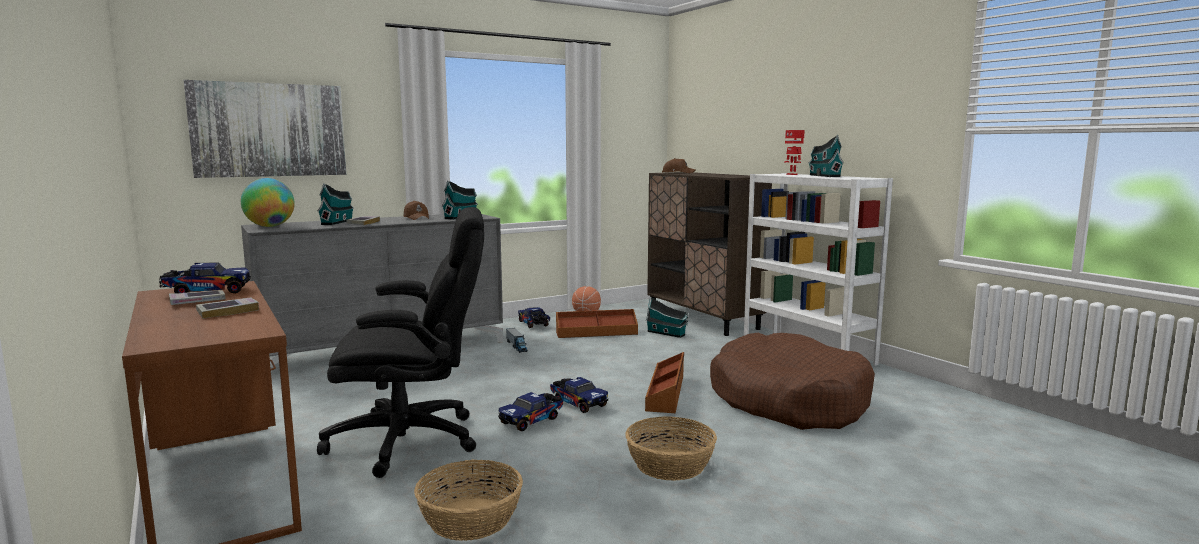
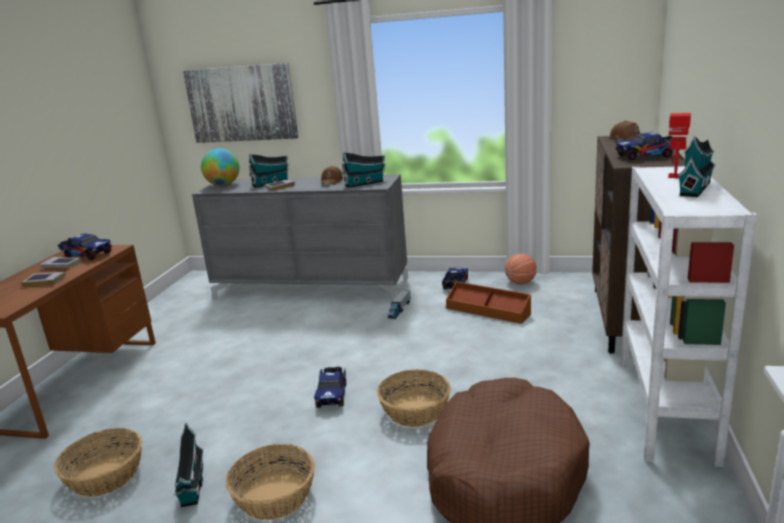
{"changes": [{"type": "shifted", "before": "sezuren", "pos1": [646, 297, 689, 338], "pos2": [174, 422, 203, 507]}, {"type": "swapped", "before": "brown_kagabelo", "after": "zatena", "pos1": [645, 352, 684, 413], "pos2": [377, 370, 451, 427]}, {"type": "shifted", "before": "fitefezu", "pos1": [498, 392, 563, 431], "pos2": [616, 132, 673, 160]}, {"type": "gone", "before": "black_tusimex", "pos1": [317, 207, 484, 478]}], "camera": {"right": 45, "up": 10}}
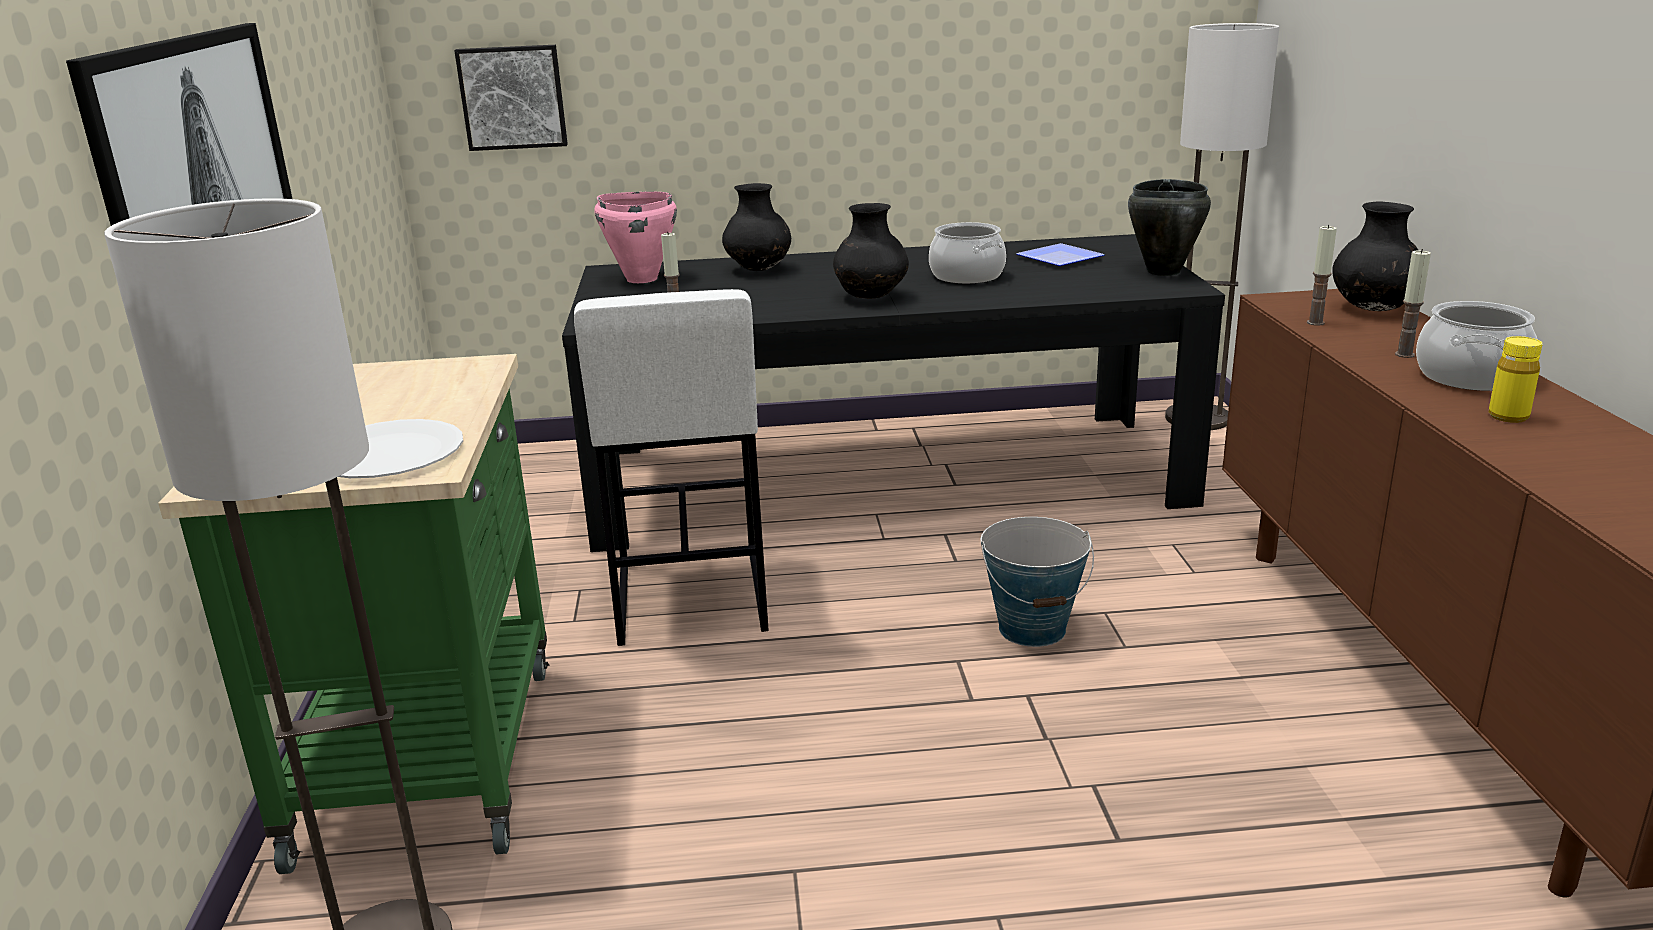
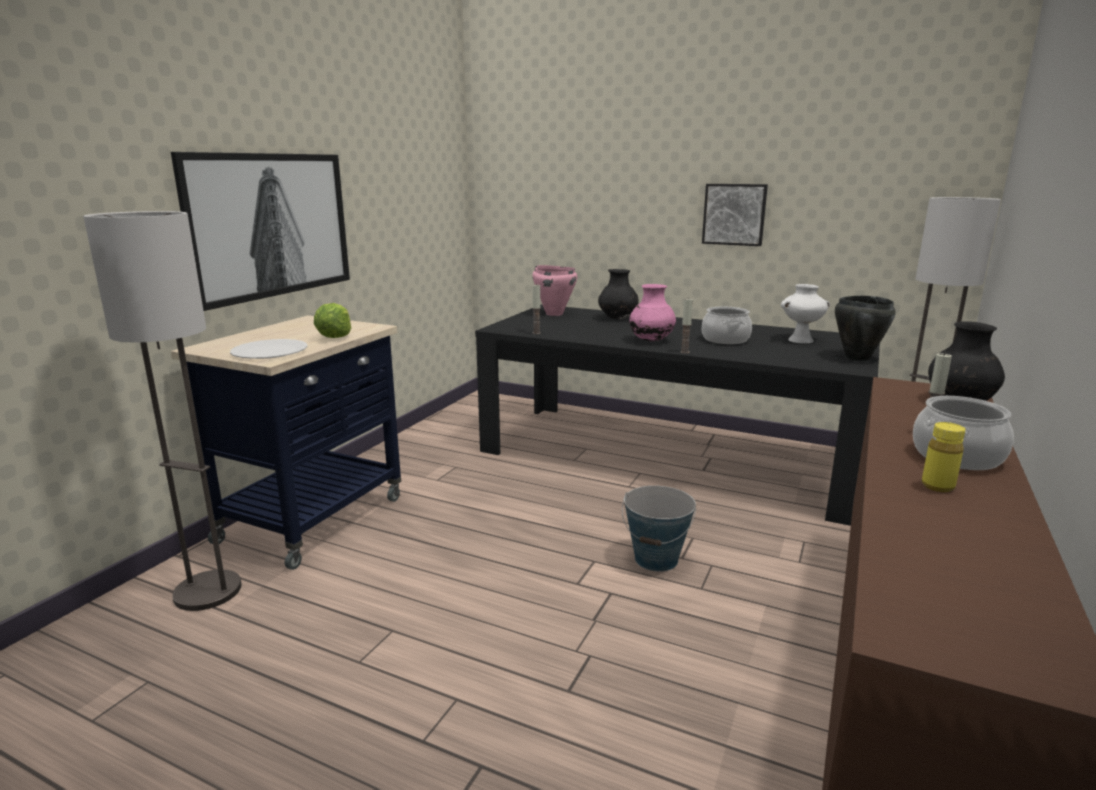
{"changes": [{"type": "repainted", "before": "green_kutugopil", "after": "blue_kutugopil", "pos1": [158, 354, 550, 874], "pos2": [171, 315, 401, 570]}, {"type": "new", "after": "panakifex", "pos2": [314, 303, 351, 338]}, {"type": "repainted", "before": "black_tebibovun", "after": "pink_tebibovun", "pos1": [833, 203, 909, 299], "pos2": [629, 284, 676, 341]}, {"type": "shifted", "before": "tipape", "pos1": [1307, 225, 1337, 326], "pos2": [680, 297, 693, 354]}, {"type": "shifted", "before": "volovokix", "pos1": [454, 45, 568, 151], "pos2": [702, 184, 768, 246]}, {"type": "swapped", "before": "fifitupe", "after": "white_tebibovun", "pos1": [1016, 243, 1105, 266], "pos2": [781, 284, 830, 343]}, {"type": "gone", "before": "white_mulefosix", "pos1": [574, 289, 769, 646]}], "camera": {"right": 30, "up": -5}}
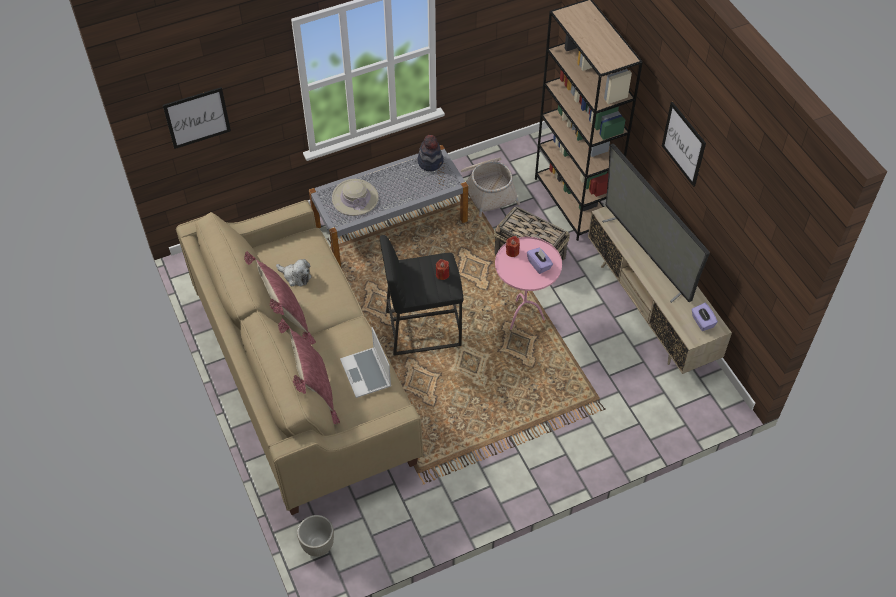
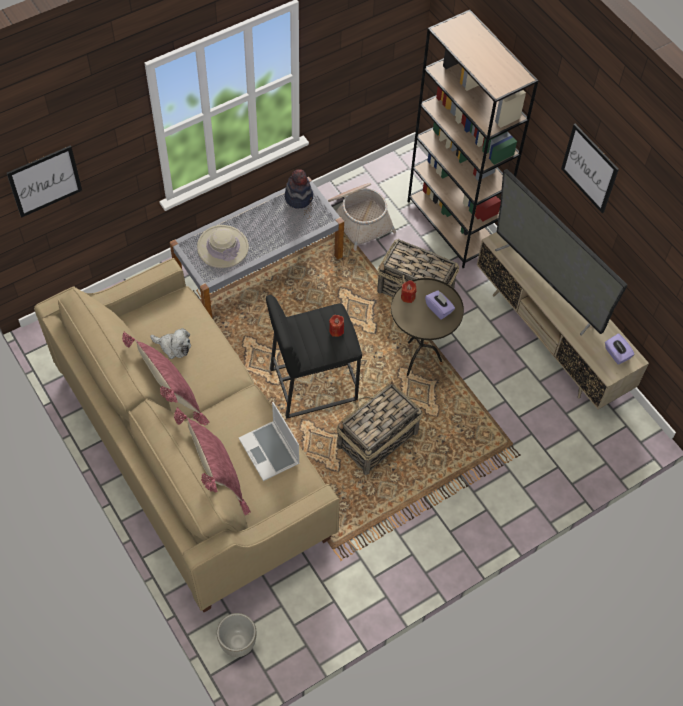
{"changes": [{"type": "new", "after": "zatena", "pos2": [337, 381, 423, 475]}, {"type": "repainted", "before": "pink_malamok", "after": "brown_malamok", "pos1": [495, 237, 562, 330], "pos2": [391, 278, 464, 376]}], "camera": {"right": -10, "up": 5}}
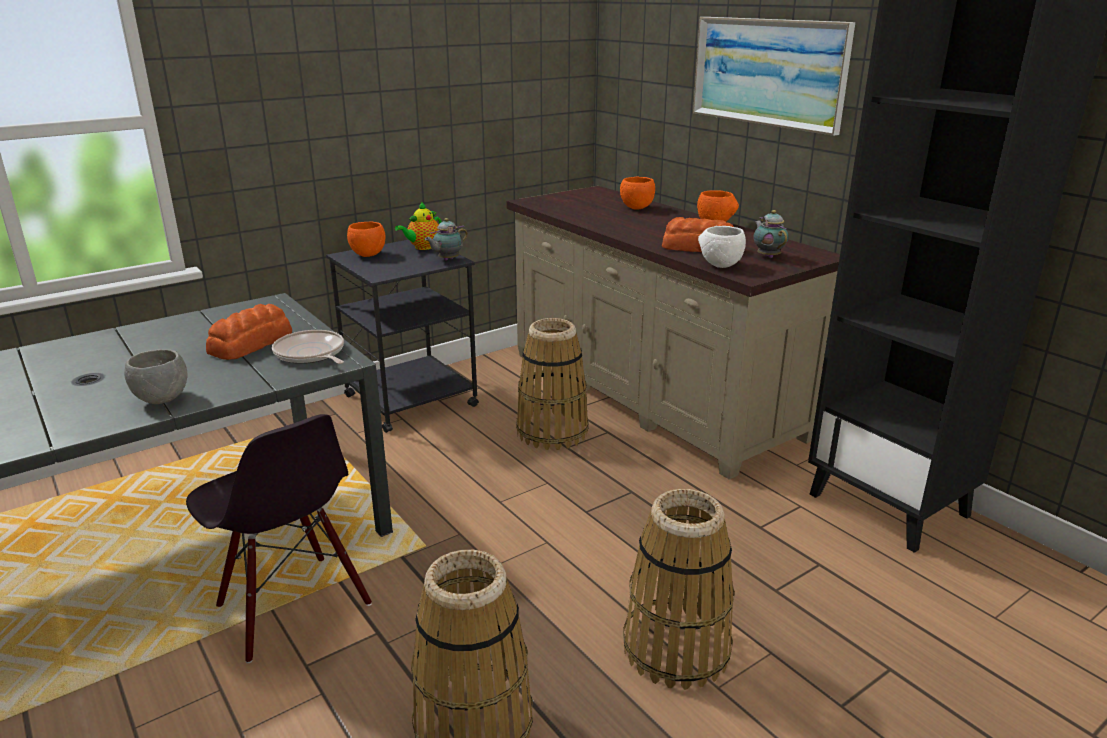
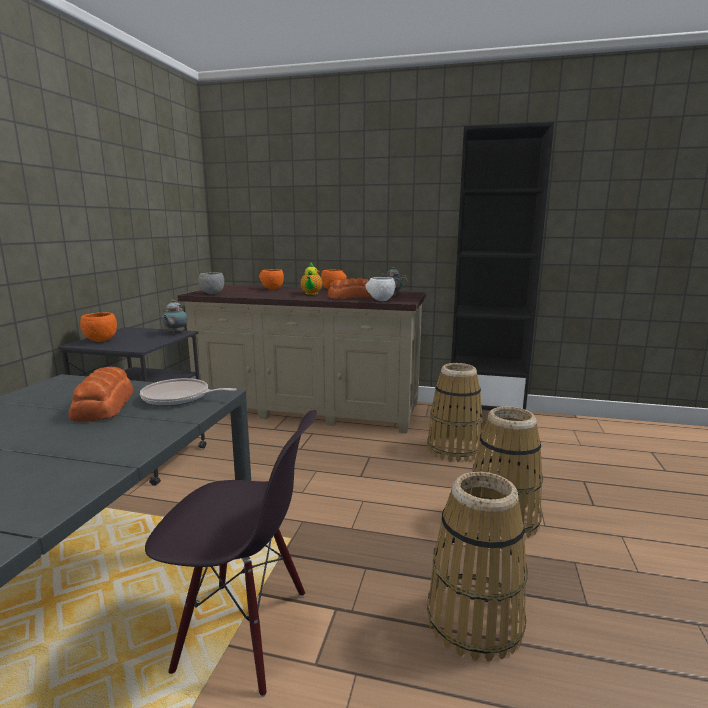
{"changes": [{"type": "shifted", "before": "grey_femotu", "pos1": [124, 349, 187, 404], "pos2": [198, 272, 224, 294]}, {"type": "shifted", "before": "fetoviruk", "pos1": [395, 202, 442, 250], "pos2": [301, 263, 322, 295]}, {"type": "shifted", "before": "zatena", "pos1": [516, 318, 589, 450], "pos2": [427, 363, 483, 462]}, {"type": "gone", "before": "volovokix", "pos1": [693, 17, 855, 136]}], "camera": {"right": -40, "up": -10}}
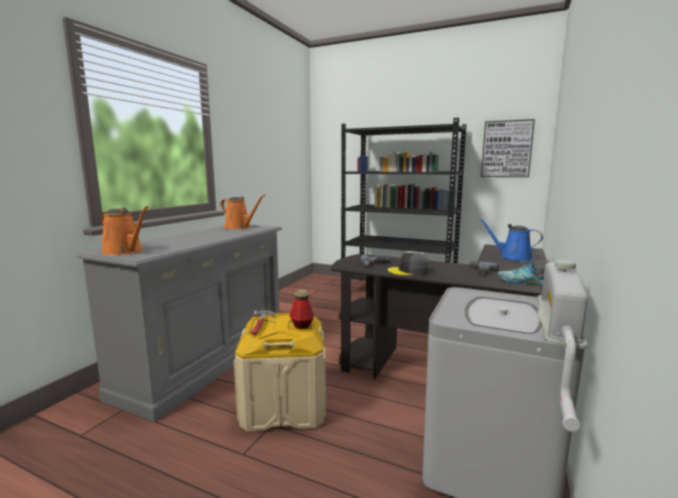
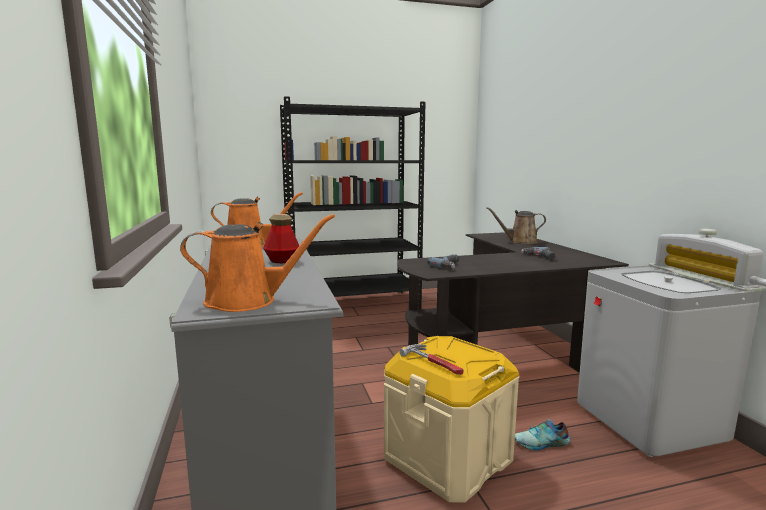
{"changes": [{"type": "shifted", "before": "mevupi", "pos1": [289, 289, 314, 329], "pos2": [263, 214, 299, 263]}, {"type": "repainted", "before": "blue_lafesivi", "after": "brown_lafesivi", "pos1": [479, 219, 543, 261], "pos2": [486, 207, 546, 244]}, {"type": "shifted", "before": "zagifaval", "pos1": [498, 262, 545, 286], "pos2": [515, 419, 570, 451]}, {"type": "gone", "before": "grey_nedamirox", "pos1": [387, 252, 430, 275]}, {"type": "gone", "before": "volovokix", "pos1": [481, 119, 535, 177]}], "camera": {"right": -40, "up": 0}}
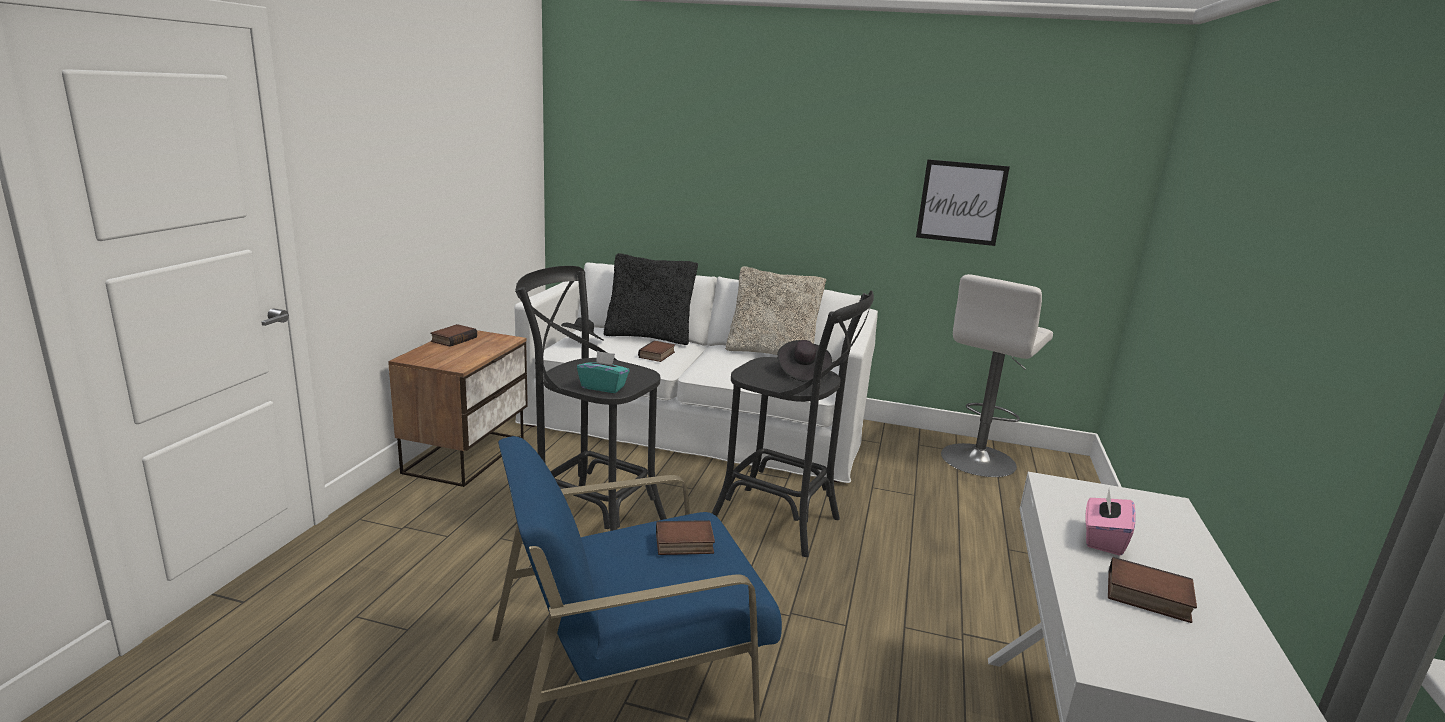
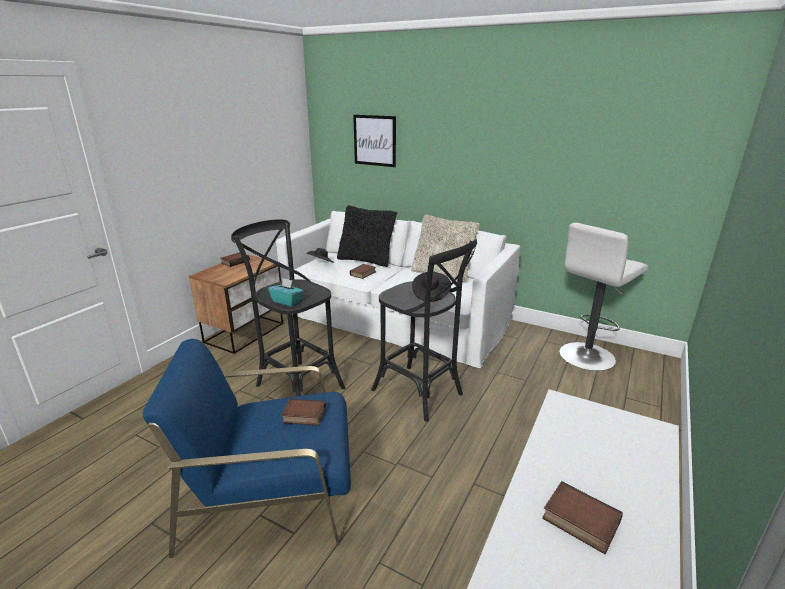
{"changes": [{"type": "shifted", "before": "volovokix", "pos1": [916, 159, 1010, 246], "pos2": [353, 115, 396, 167]}, {"type": "gone", "before": "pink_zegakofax", "pos1": [1085, 489, 1136, 556]}], "camera": {"right": 15, "up": 5}}
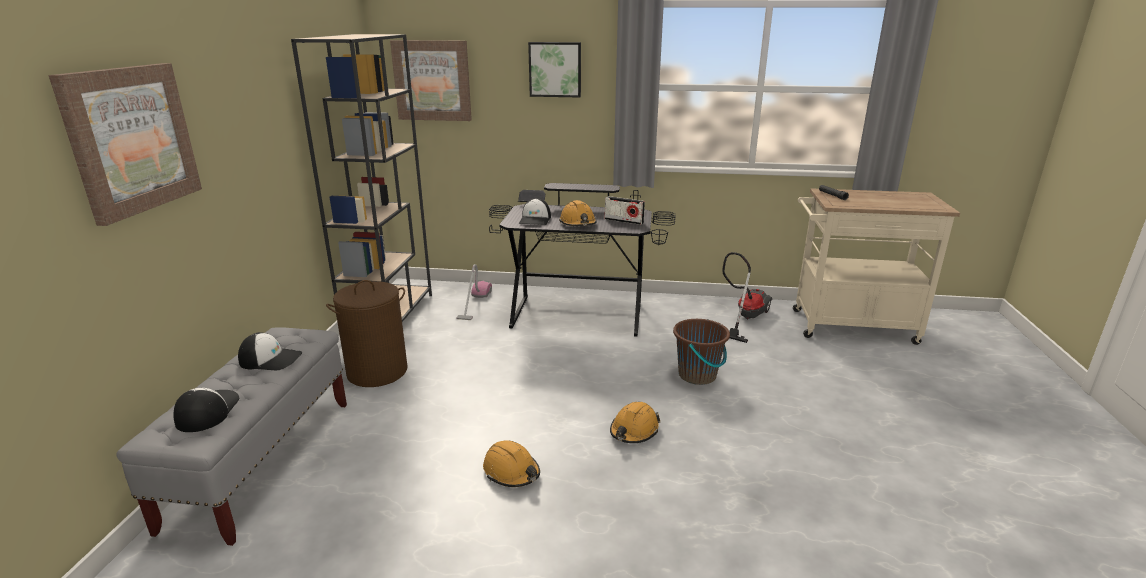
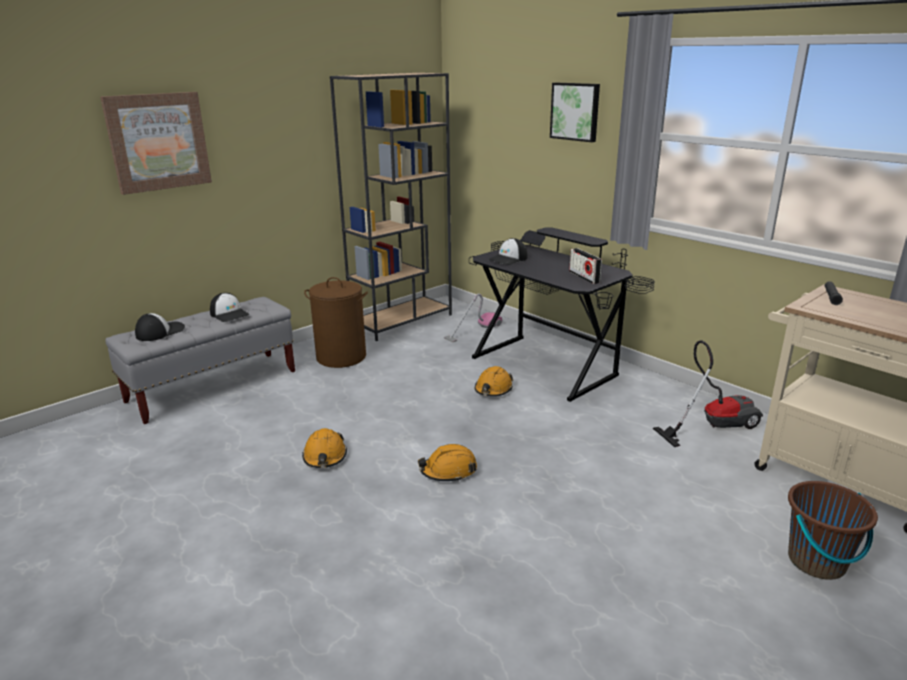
{"changes": [{"type": "shifted", "before": "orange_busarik", "pos1": [559, 200, 597, 226], "pos2": [475, 366, 513, 396]}, {"type": "shifted", "before": "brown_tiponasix", "pos1": [673, 319, 730, 385], "pos2": [788, 481, 878, 580]}, {"type": "gone", "before": "volovokix", "pos1": [390, 40, 472, 121]}], "camera": {"right": 40, "up": 0}}
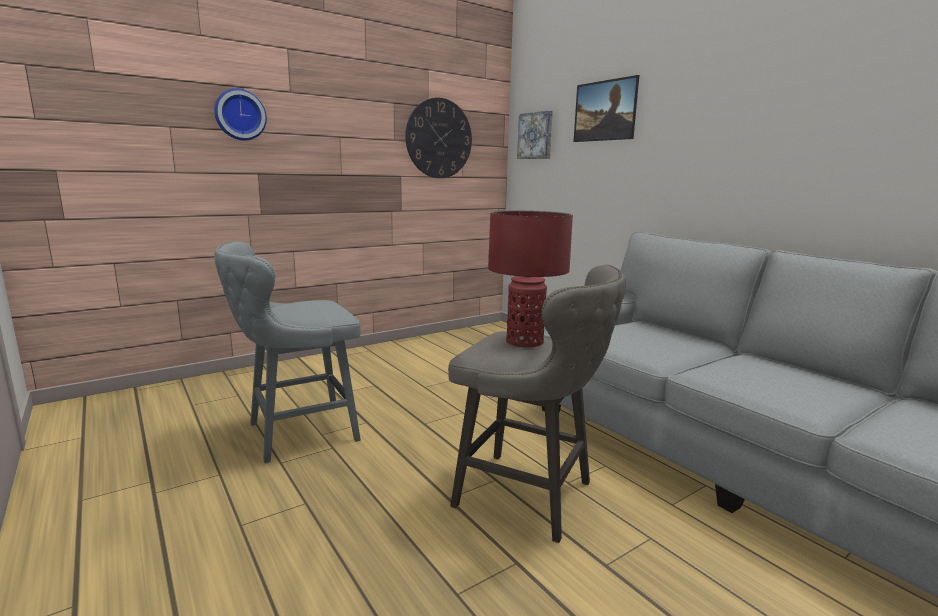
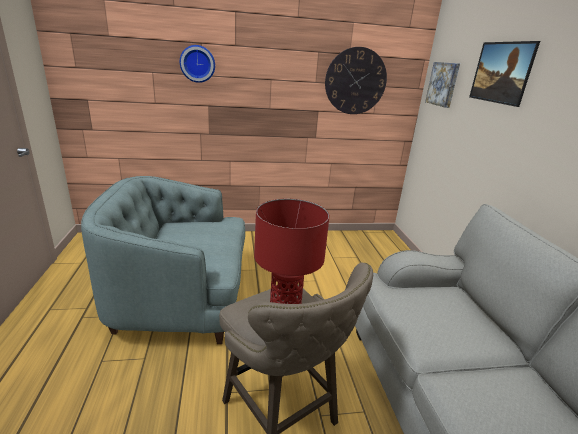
{"changes": [{"type": "swapped", "before": "grey_mulefosix", "after": "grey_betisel", "pos1": [214, 241, 361, 463], "pos2": [81, 176, 245, 344]}], "camera": {"right": 25, "up": 10}}
